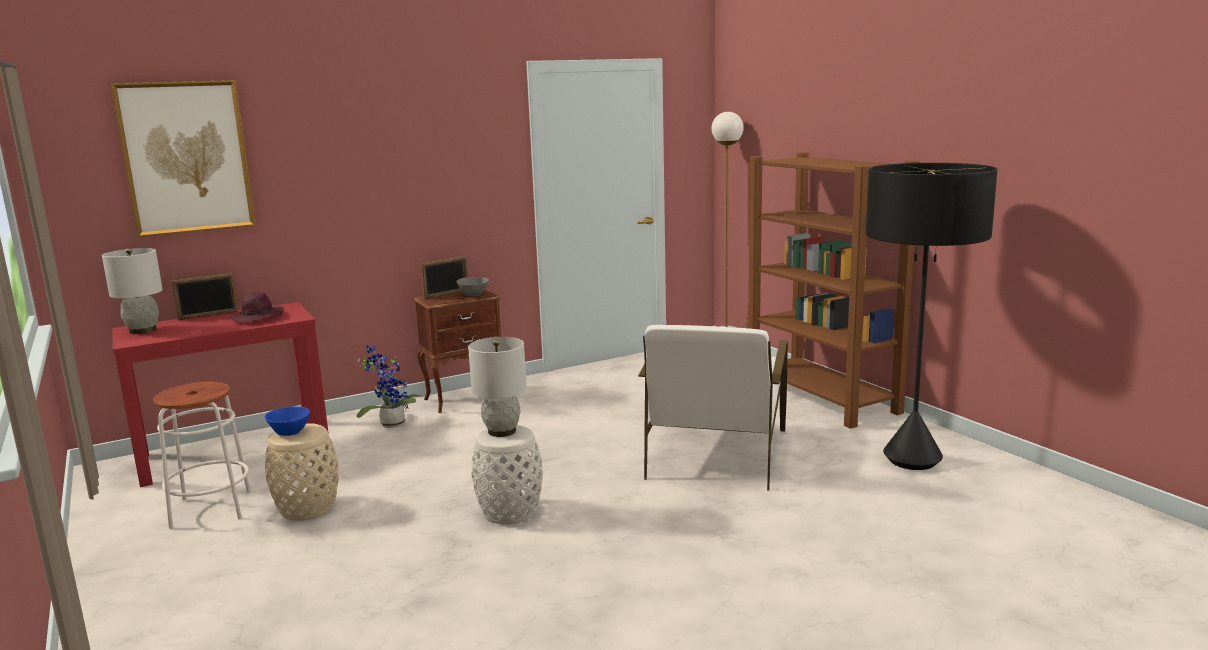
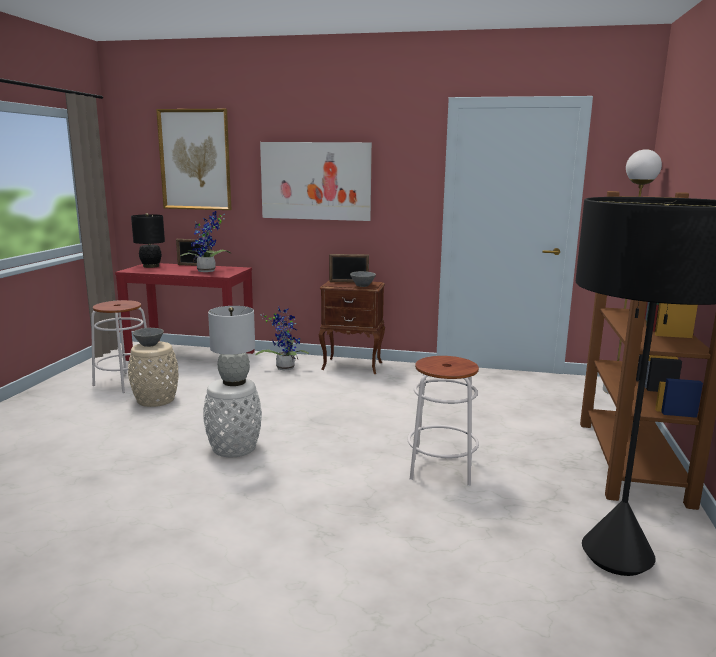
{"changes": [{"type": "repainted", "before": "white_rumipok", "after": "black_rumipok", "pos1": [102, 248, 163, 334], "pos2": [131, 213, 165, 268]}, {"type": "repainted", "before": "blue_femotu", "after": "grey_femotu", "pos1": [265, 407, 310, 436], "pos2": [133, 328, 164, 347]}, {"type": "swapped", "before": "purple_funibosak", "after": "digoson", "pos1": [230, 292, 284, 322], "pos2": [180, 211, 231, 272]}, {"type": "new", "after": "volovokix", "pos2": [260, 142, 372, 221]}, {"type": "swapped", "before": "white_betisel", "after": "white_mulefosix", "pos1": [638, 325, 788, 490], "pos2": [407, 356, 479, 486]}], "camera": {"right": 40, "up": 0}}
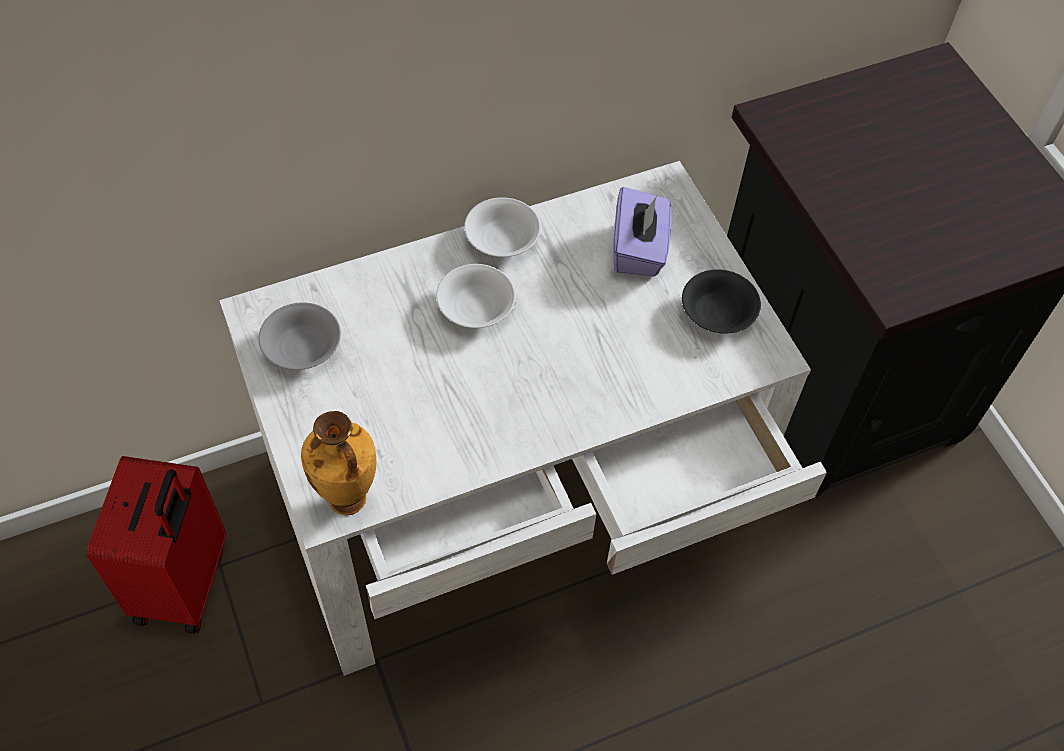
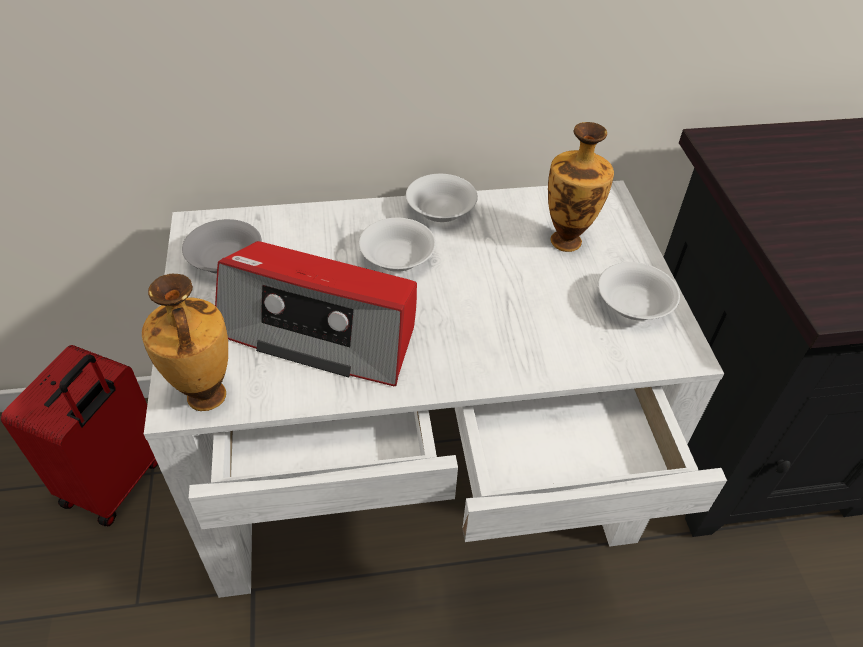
{"changes": [{"type": "new", "after": "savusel", "pos2": [215, 241, 417, 386]}, {"type": "swapped", "before": "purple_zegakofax", "after": "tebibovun", "pos1": [613, 187, 671, 276], "pos2": [548, 122, 614, 252]}, {"type": "repainted", "before": "black_femotu", "after": "white_femotu", "pos1": [682, 269, 761, 334], "pos2": [598, 262, 680, 320]}], "camera": {"right": 15, "up": -10}}
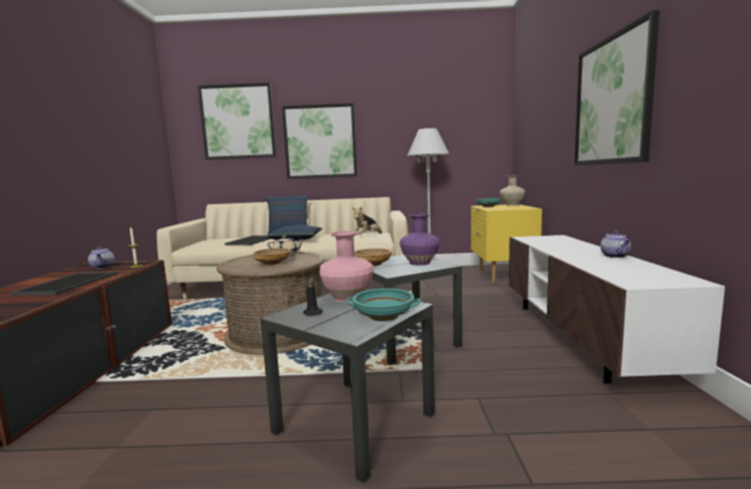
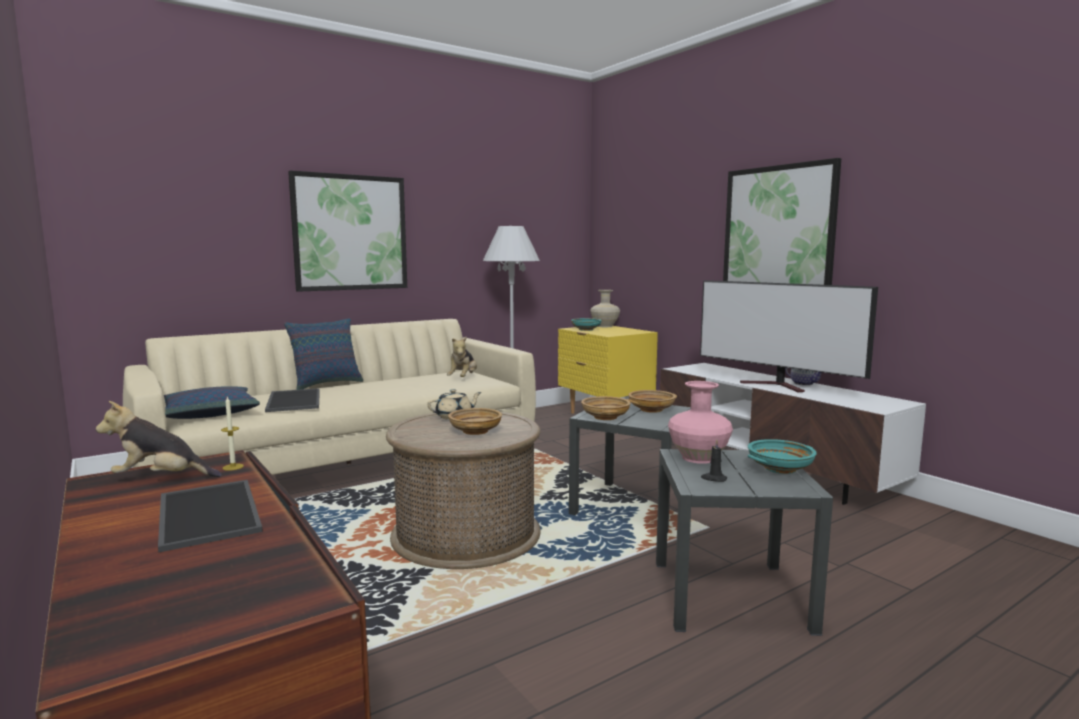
{"changes": [{"type": "swapped", "before": "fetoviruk", "after": "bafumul", "pos1": [88, 246, 115, 269], "pos2": [96, 401, 222, 477]}, {"type": "shifted", "before": "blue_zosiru", "pos1": [266, 225, 322, 241], "pos2": [164, 386, 260, 419]}, {"type": "swapped", "before": "purple_tebibovun", "after": "beige_femotu", "pos1": [400, 214, 440, 266], "pos2": [627, 390, 677, 413]}, {"type": "new", "after": "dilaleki", "pos2": [700, 280, 878, 392]}, {"type": "gone", "before": "volovokix", "pos1": [198, 83, 277, 160]}], "camera": {"right": -35, "up": 0}}
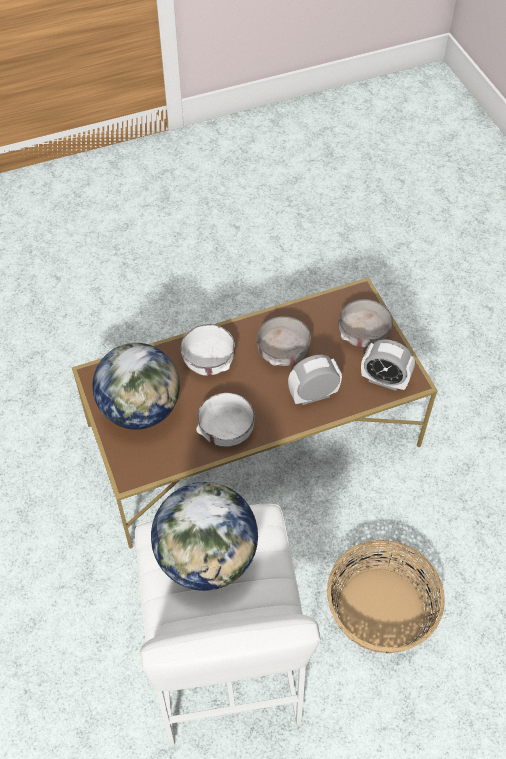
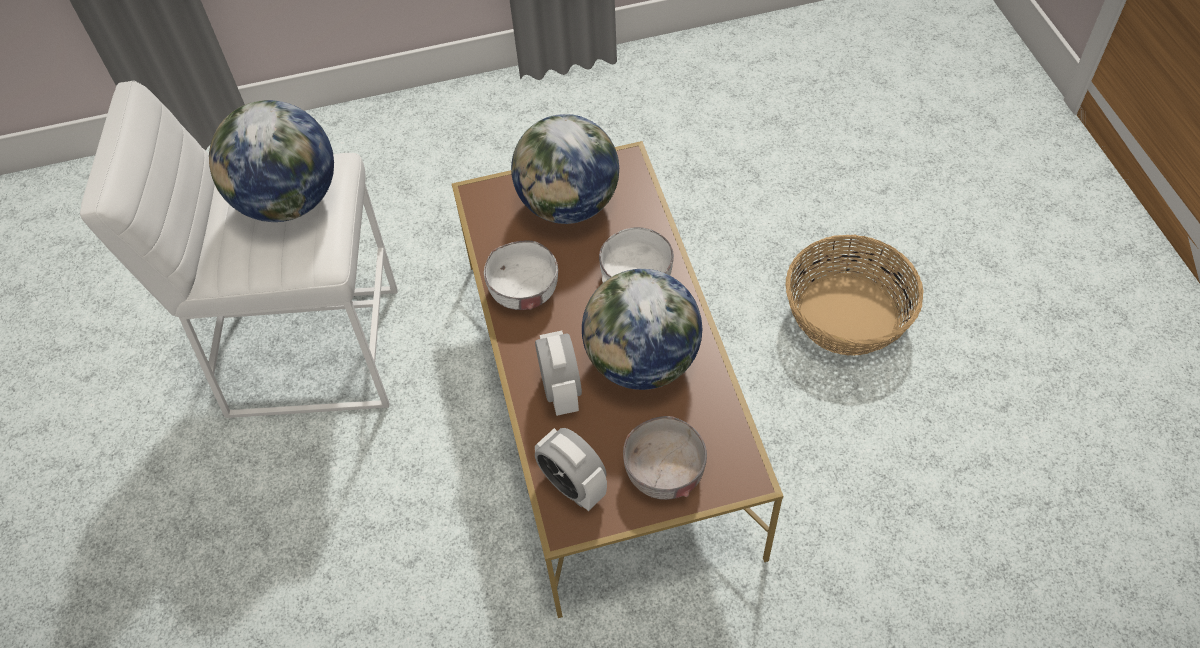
{"changes": [{"type": "rotated", "before": "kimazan", "pos1": [361, 339, 415, 391], "pos2": [535, 428, 607, 511], "turn": -75}, {"type": "swapped", "before": "grey_femotu", "after": "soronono", "pos1": [257, 316, 311, 366], "pos2": [582, 269, 702, 390]}, {"type": "shifted", "before": "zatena", "pos1": [327, 540, 445, 653], "pos2": [785, 235, 924, 356]}], "camera": {"right": 100, "up": 0}}
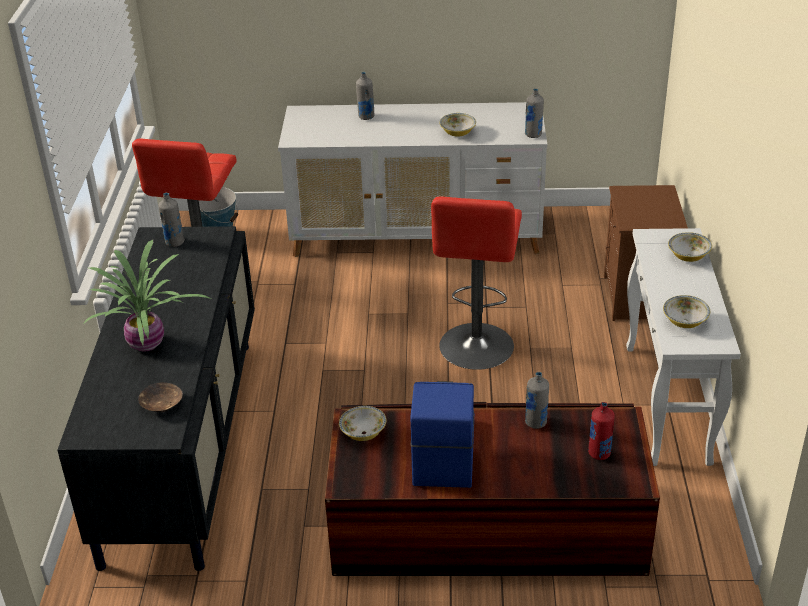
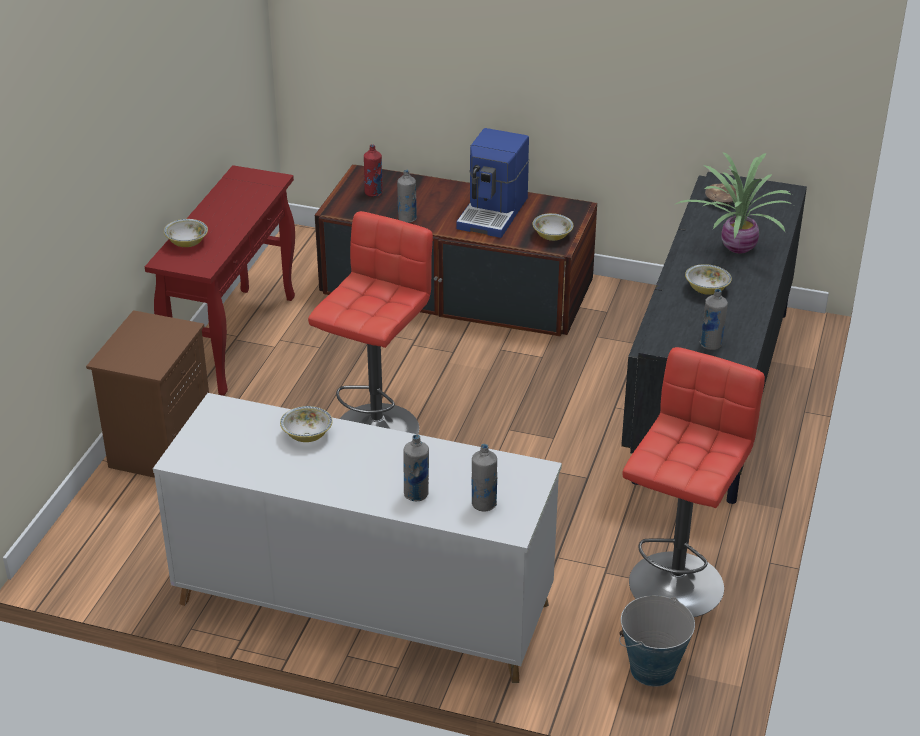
{"changes": [{"type": "repainted", "before": "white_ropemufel", "after": "red_ropemufel", "pos1": [626, 228, 741, 466], "pos2": [145, 165, 295, 396]}, {"type": "shifted", "before": "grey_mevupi", "pos1": [525, 88, 544, 138], "pos2": [472, 444, 497, 511]}, {"type": "shifted", "before": "femotu", "pos1": [663, 295, 710, 328], "pos2": [685, 264, 732, 295]}], "camera": {"right": -165, "up": 0}}
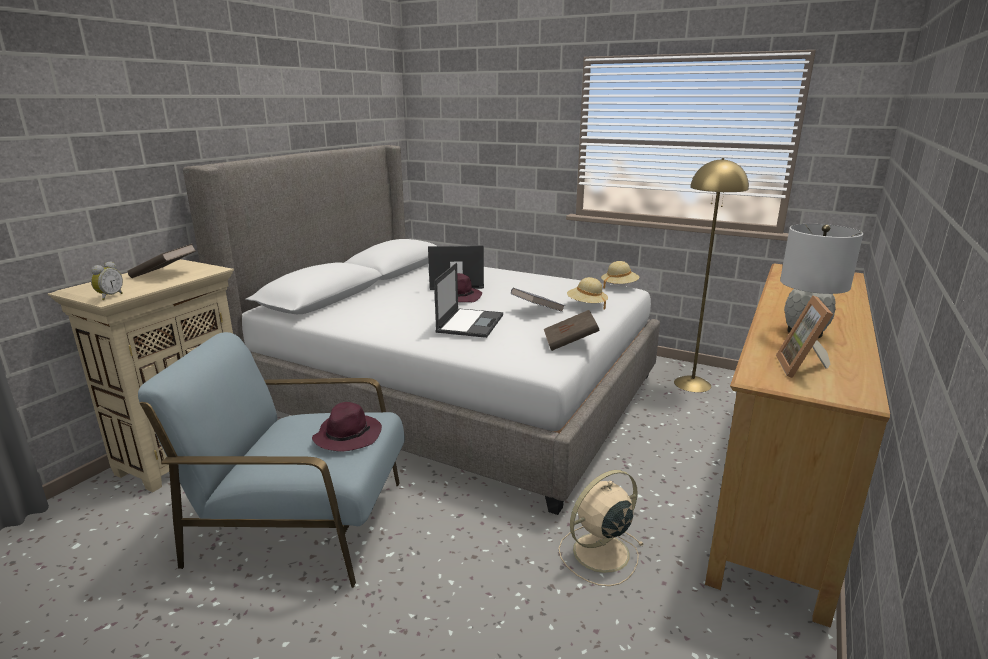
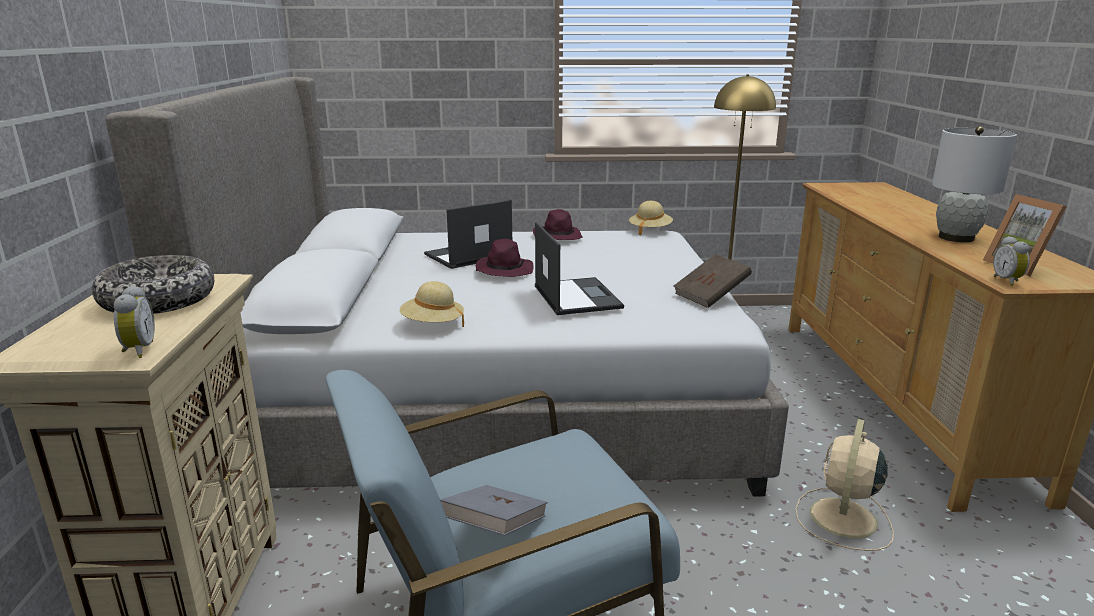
{"changes": [{"type": "swapped", "before": "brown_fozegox", "after": "femotu", "pos1": [128, 244, 195, 278], "pos2": [92, 255, 214, 314]}, {"type": "shifted", "before": "beige_funibosak", "pos1": [567, 277, 608, 310], "pos2": [400, 281, 464, 327]}, {"type": "shifted", "before": "grey_fozegox", "pos1": [511, 288, 565, 312], "pos2": [440, 485, 548, 536]}, {"type": "shifted", "before": "purple_funibosak", "pos1": [312, 402, 382, 452], "pos2": [533, 209, 583, 240]}, {"type": "new", "after": "kimazan", "pos2": [993, 236, 1030, 286]}], "camera": {"right": -30, "up": 0}}
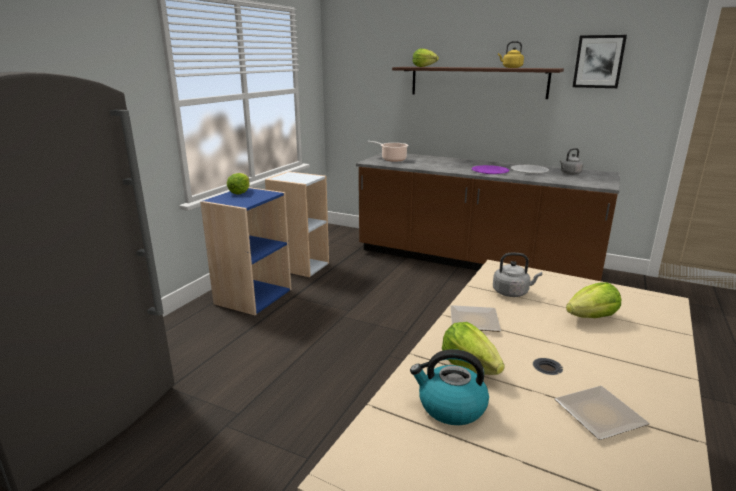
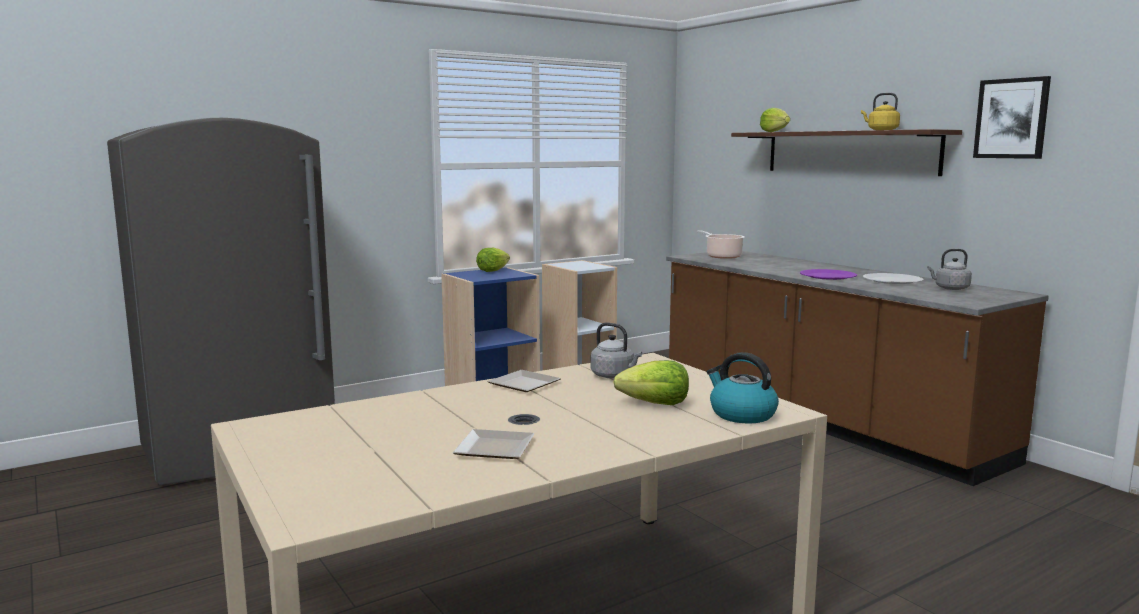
{"changes": [{"type": "shifted", "before": "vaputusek", "pos1": [410, 349, 489, 425], "pos2": [707, 352, 779, 423]}, {"type": "gone", "before": "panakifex", "pos1": [442, 322, 505, 375]}], "camera": {"right": 30, "up": -10}}
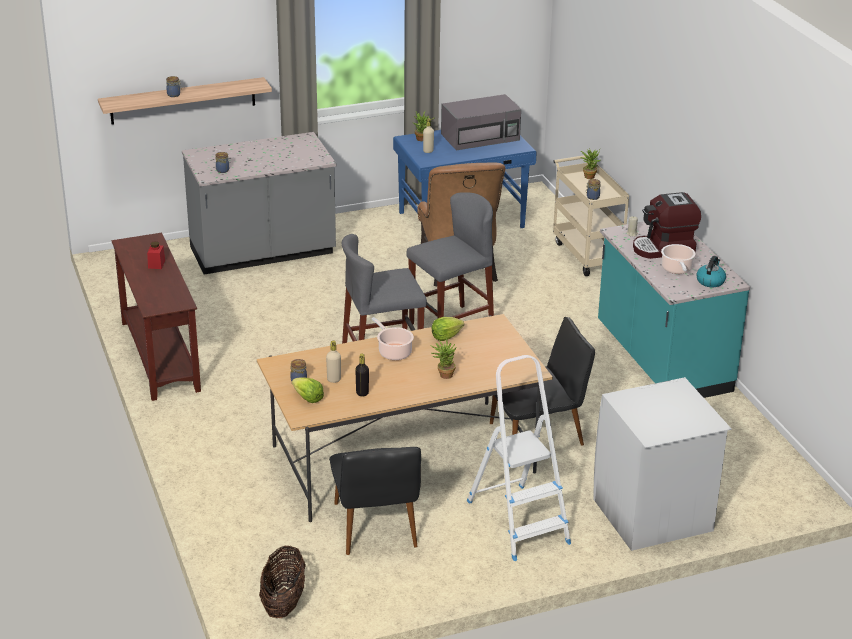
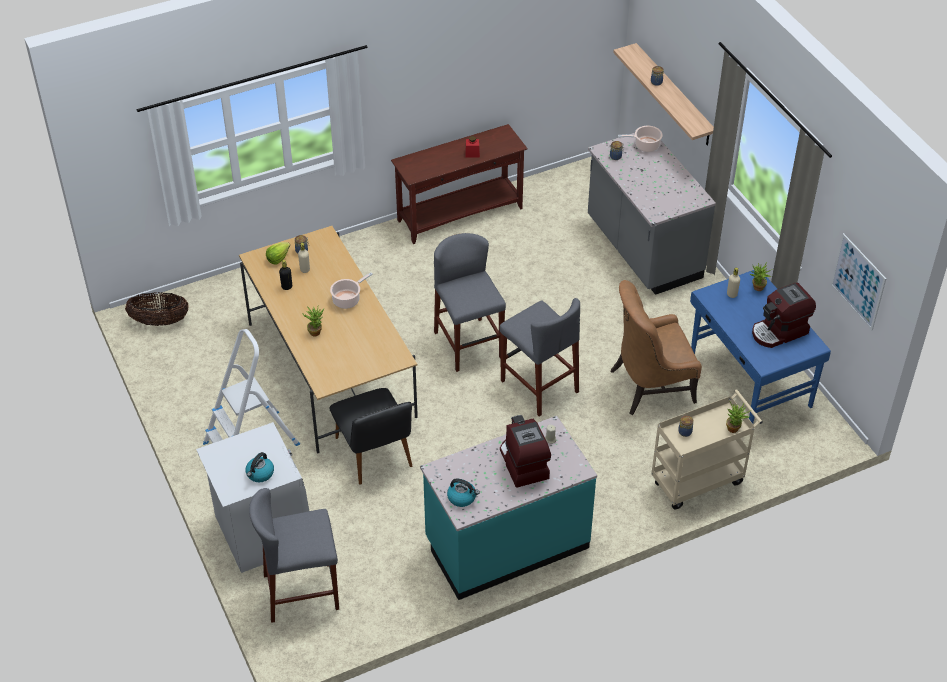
{"changes": [{"type": "new", "after": "vaputusek", "pos2": [246, 452, 274, 482]}, {"type": "new", "after": "grey_mulefosix", "pos2": [249, 488, 339, 623]}, {"type": "shifted", "before": "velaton", "pos1": [661, 244, 696, 274], "pos2": [618, 126, 663, 152]}, {"type": "swapped", "before": "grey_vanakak", "after": "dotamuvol", "pos1": [441, 94, 521, 150], "pos2": [752, 283, 816, 348]}, {"type": "new", "after": "volovokix", "pos2": [831, 233, 886, 330]}, {"type": "gone", "before": "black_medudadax", "pos1": [329, 447, 421, 555]}, {"type": "gone", "before": "panakifex", "pos1": [432, 317, 464, 341]}], "camera": {"right": 85, "up": 15}}
